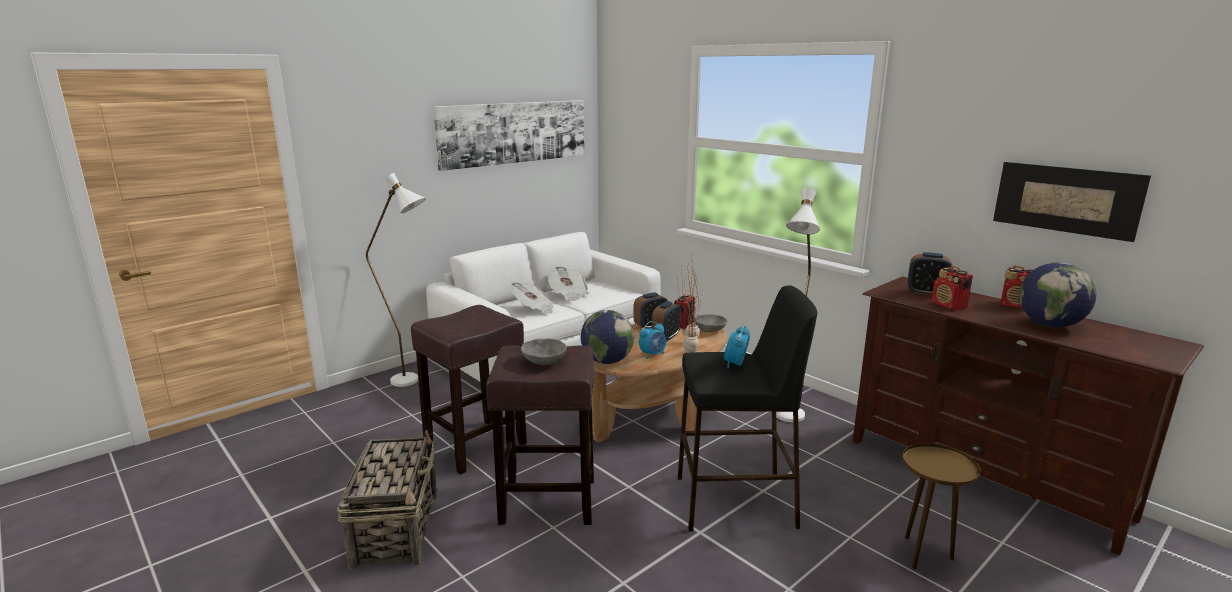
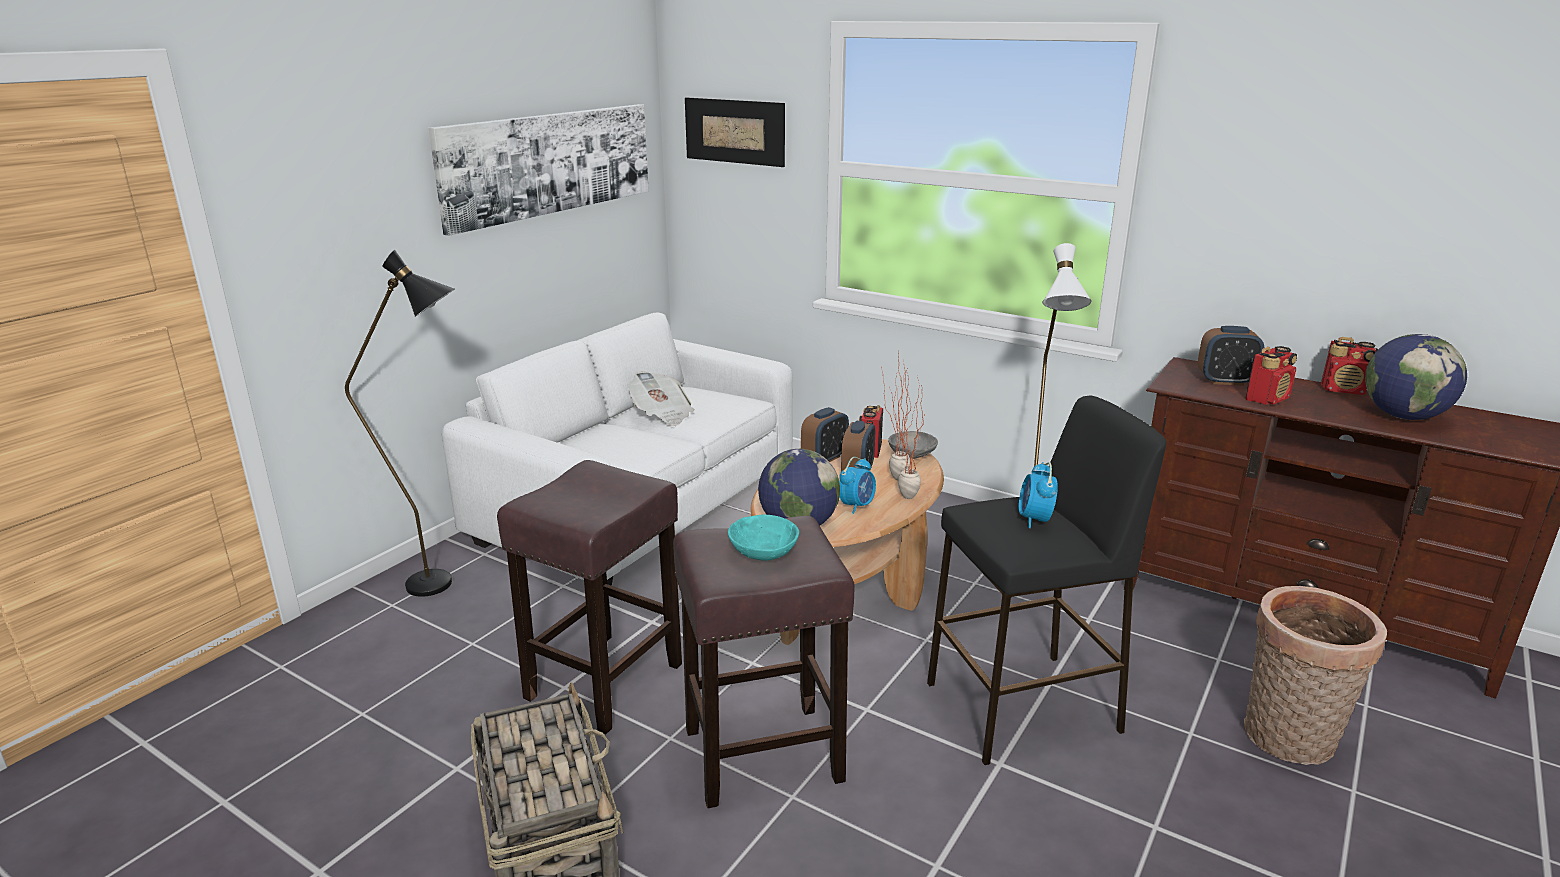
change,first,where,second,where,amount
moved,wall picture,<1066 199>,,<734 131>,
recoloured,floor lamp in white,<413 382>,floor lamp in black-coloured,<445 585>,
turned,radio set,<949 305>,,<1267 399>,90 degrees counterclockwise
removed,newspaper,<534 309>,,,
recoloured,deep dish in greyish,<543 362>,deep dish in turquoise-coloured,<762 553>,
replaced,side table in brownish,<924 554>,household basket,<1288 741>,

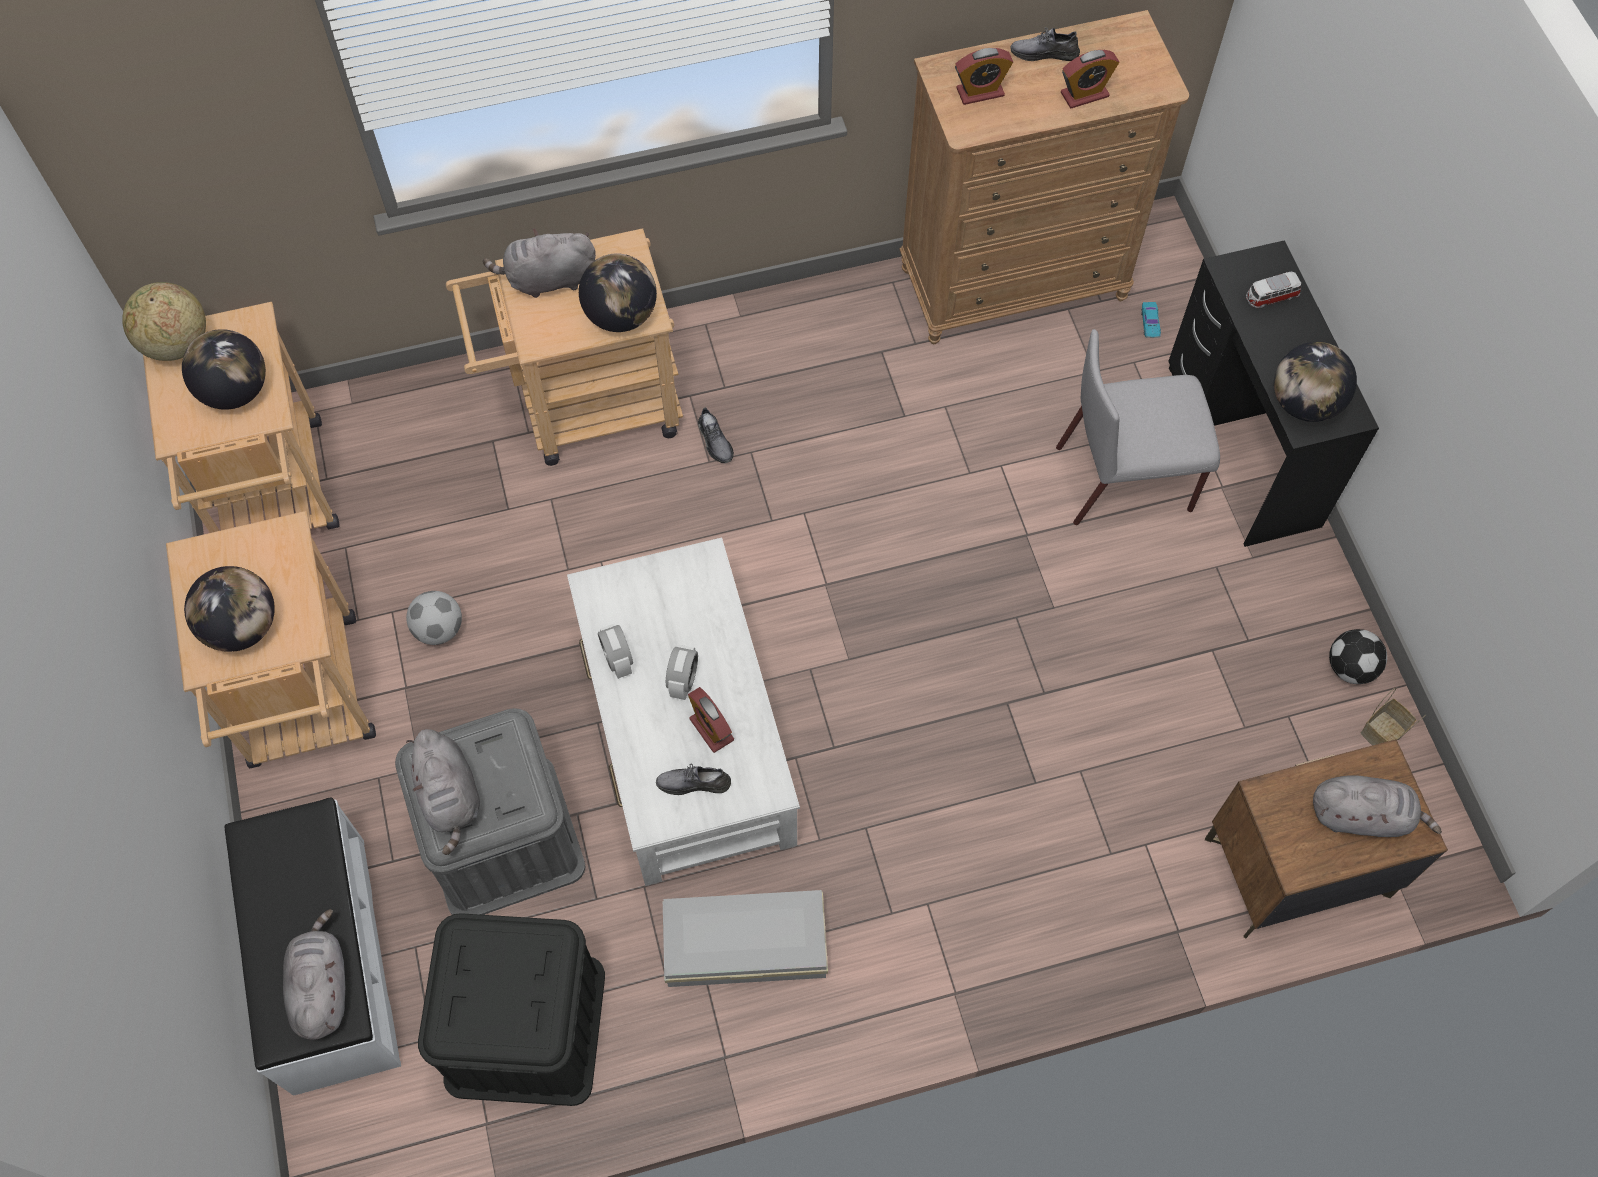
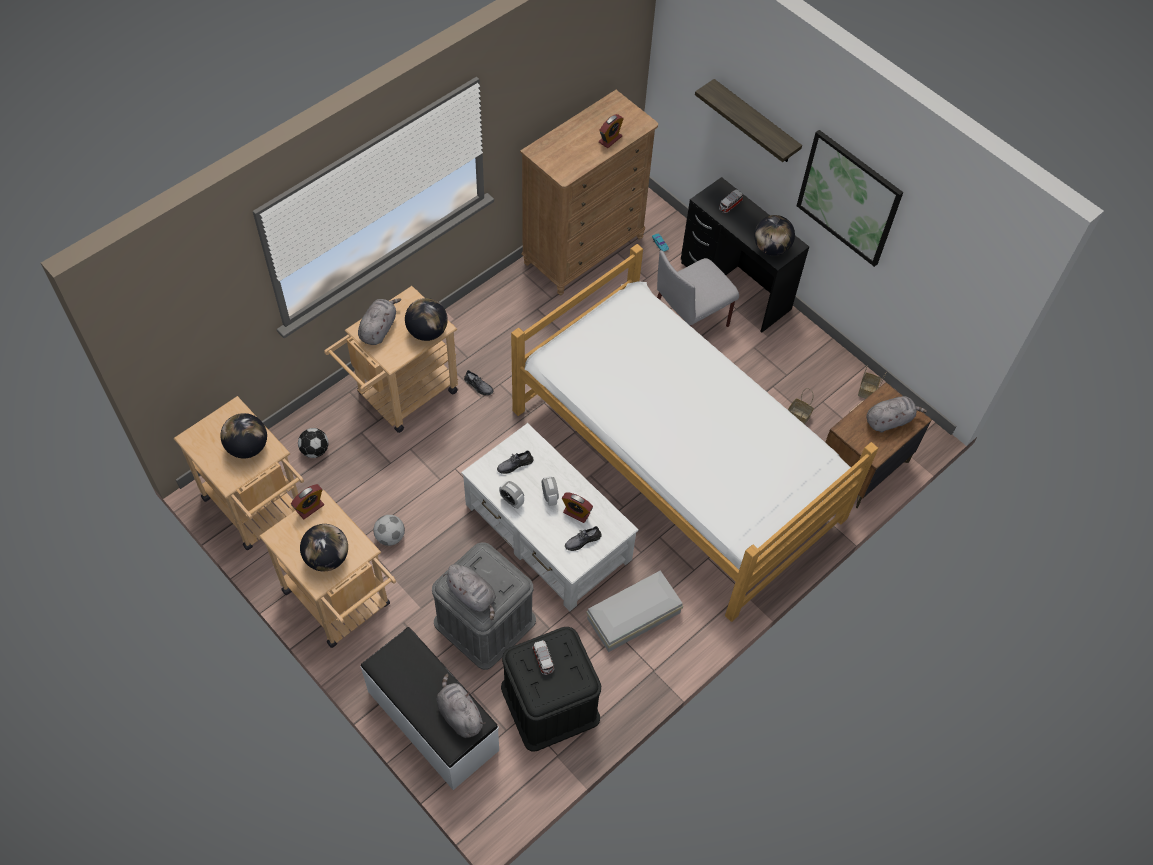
change,first,where,second,where,amount
moved,shoe in greyish,<1044 53>,,<514 464>,
moved,table clock,<980 92>,,<310 507>,
turned,plush toy in greyish,<548 280>,,<379 329>,150 degrees clockwise
removed,globe,<176 344>,,,
moved,football,<1349 668>,,<315 451>,
added,,,shelf,<755 123>,
added,,,wall picture,<849 198>,
added,,,bed,<676 465>,
added,,,household basket,<797 416>,
added,,,toy car,<543 660>,

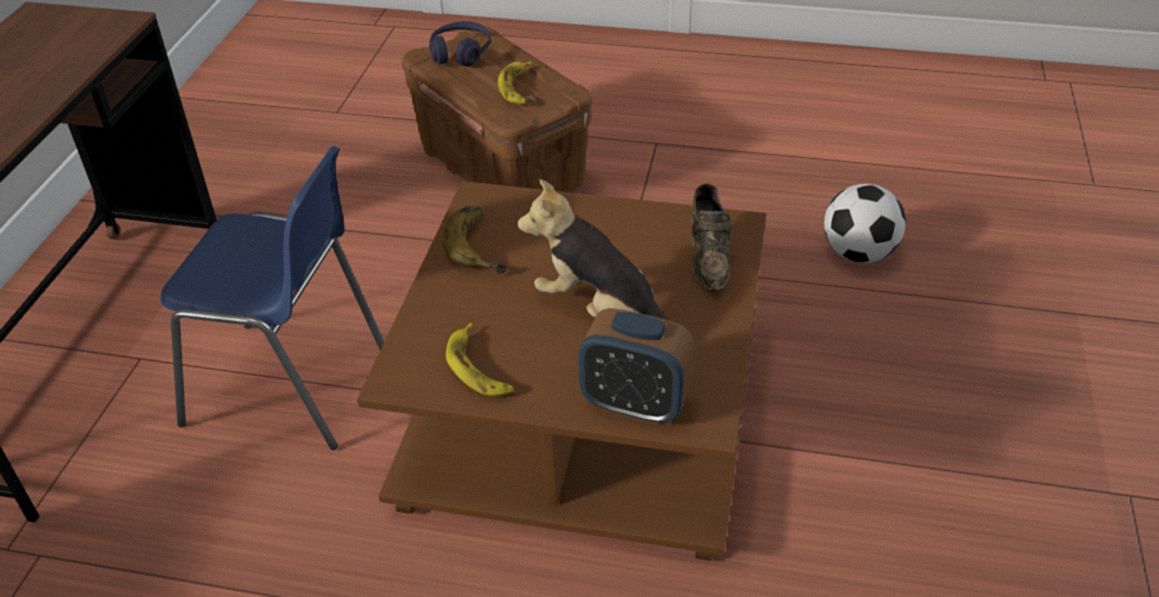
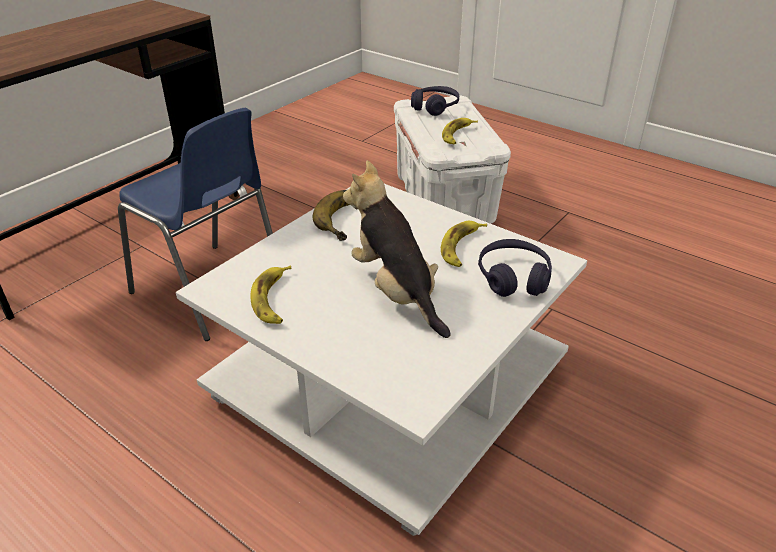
change,first,where,second,where,amount
recoloured,storage box in brownish,<503 169>,storage box in white,<445 200>,
recoloured,low table in brownish,<587 416>,low table in white,<392 382>,
replaced,shoe in brownish,<708 257>,headset in purple-coloured,<513 278>,
removed,football,<858 253>,,,
removed,table clock,<635 404>,,,
added,,,banana,<461 247>,

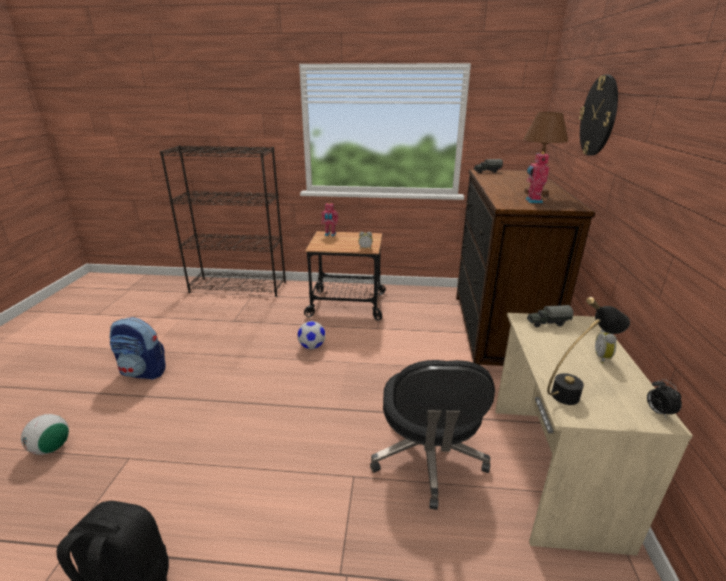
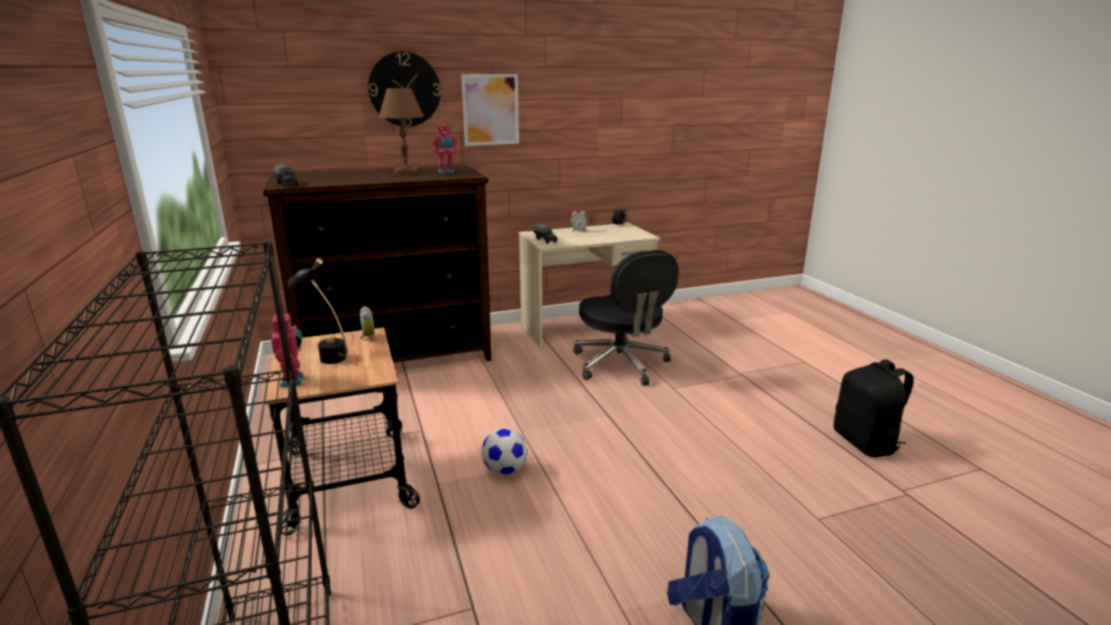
change,first,where,second,where,amount
moved,table lamp in black-coloured,<574 392>,,<326 355>,
turned,office chair in black-coloured,<427 458>,,<621 364>,90 degrees clockwise
removed,football,<51 448>,,,
added,,,wall picture,<490 110>,

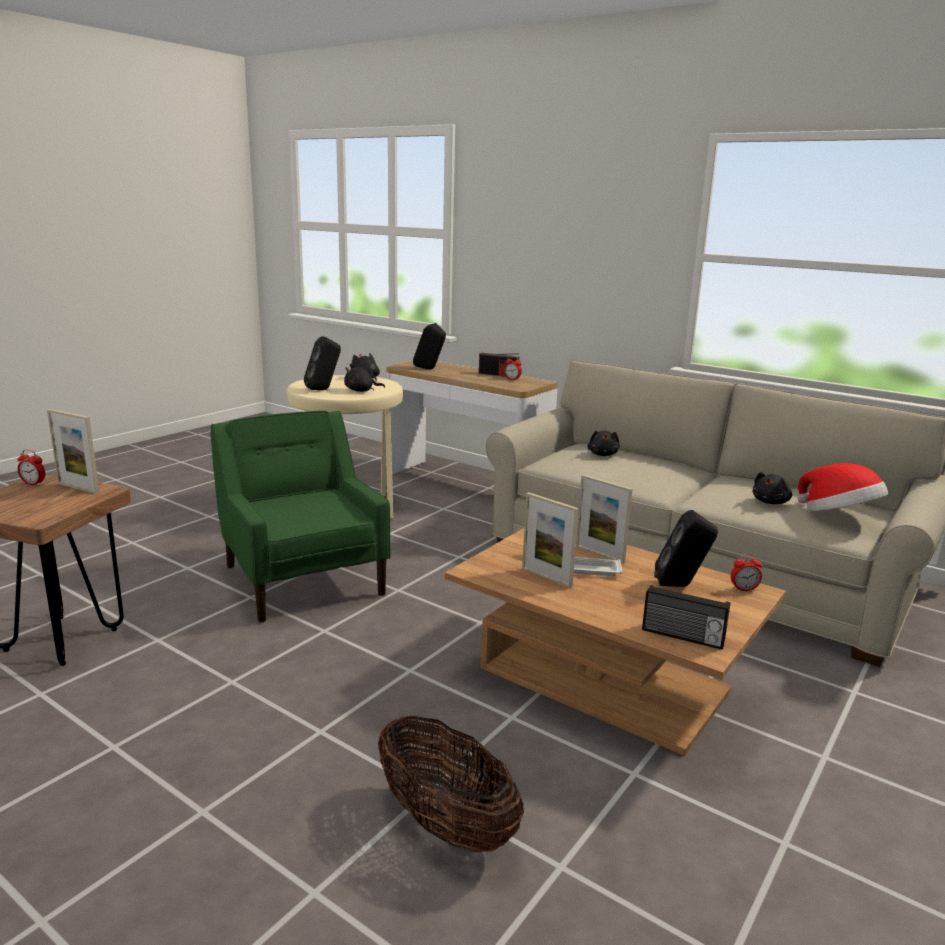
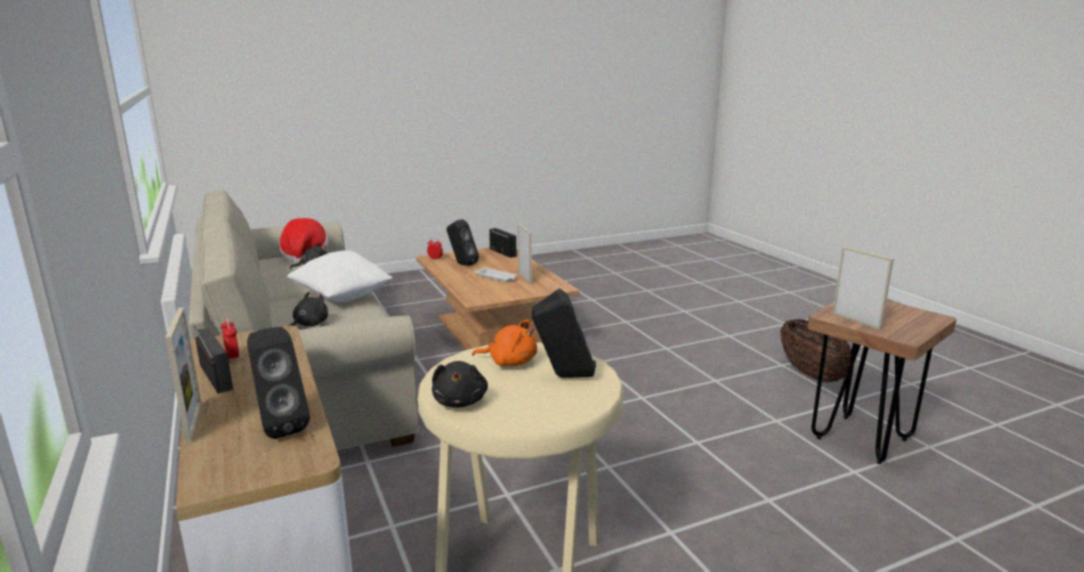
change,first,where,second,where,amount
recoloured,plush toy in black-coloured,<361 391>,plush toy in orangey,<510 362>,
removed,lounge chair in greenish,<303 579>,,,
removed,table clock,<33 484>,,,
moved,photo frame,<599 554>,,<194 422>,
moved,household basket,<445 824>,,<811 374>,
added,,,throw pillow in white,<342 296>,

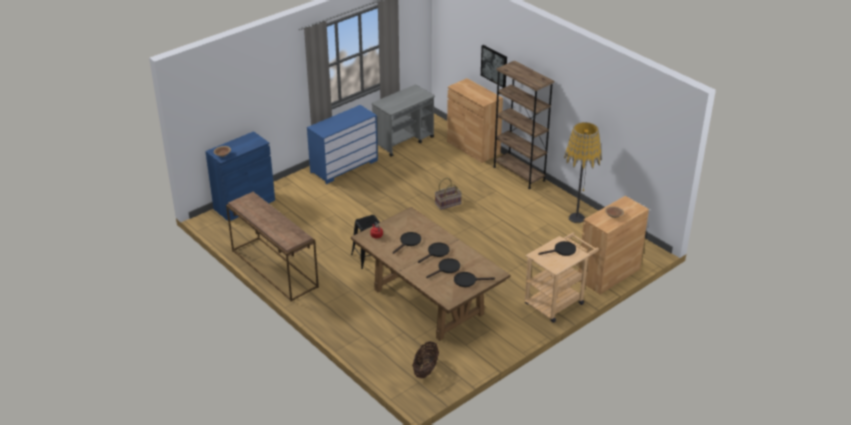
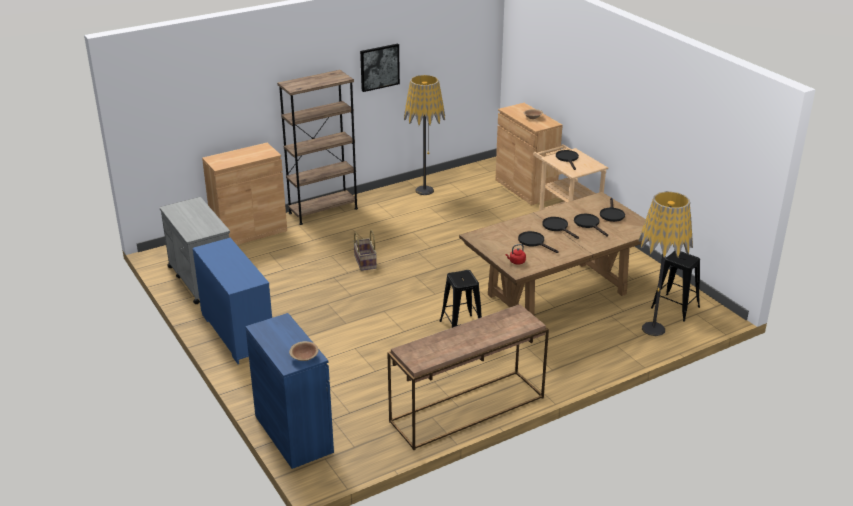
change,first,where,second,where,amount
moved,wall picture,<494 65>,,<379 67>,
replaced,household basket,<425 370>,stool seat in black-coloured,<675 307>,
added,,,floor lamp,<653 329>,

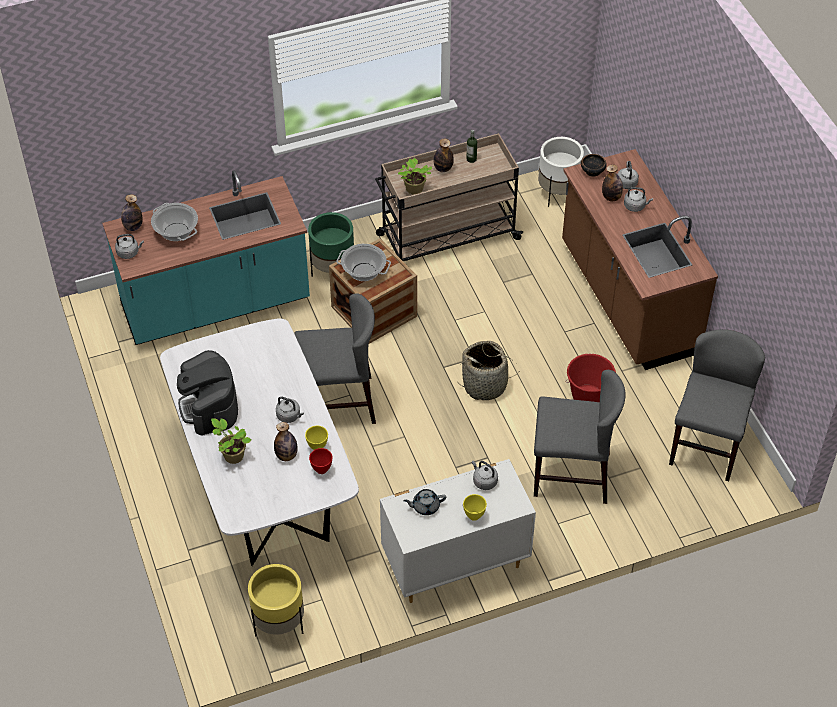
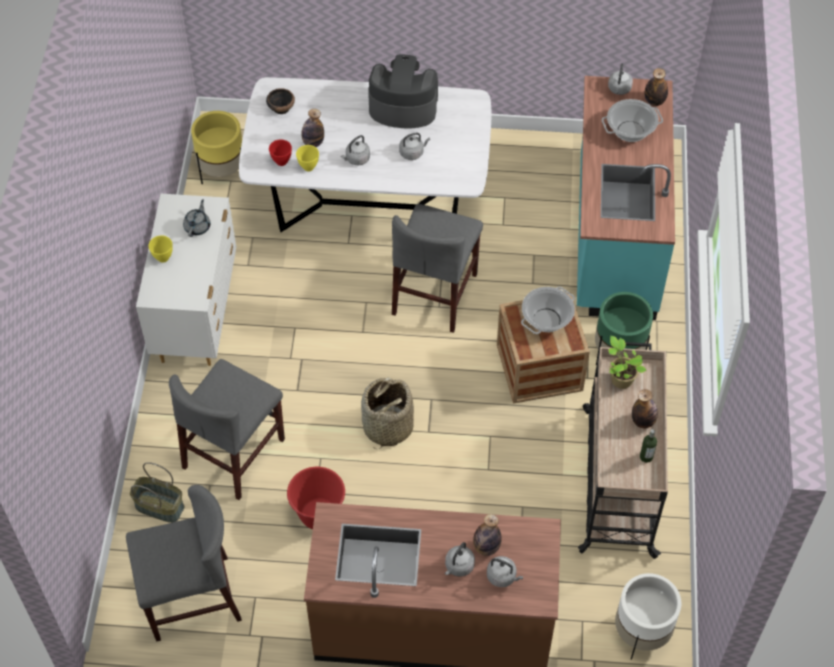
change,first,where,second,where,amount
moved,deep dish,<592 171>,,<281 107>,
turned,chair in greyish,<707 445>,,<192 598>,60 degrees counterclockwise
removed,plant in a pot,<232 455>,,,
moved,kettle in greyish,<484 481>,,<412 153>,
added,,,household basket,<160 506>,

